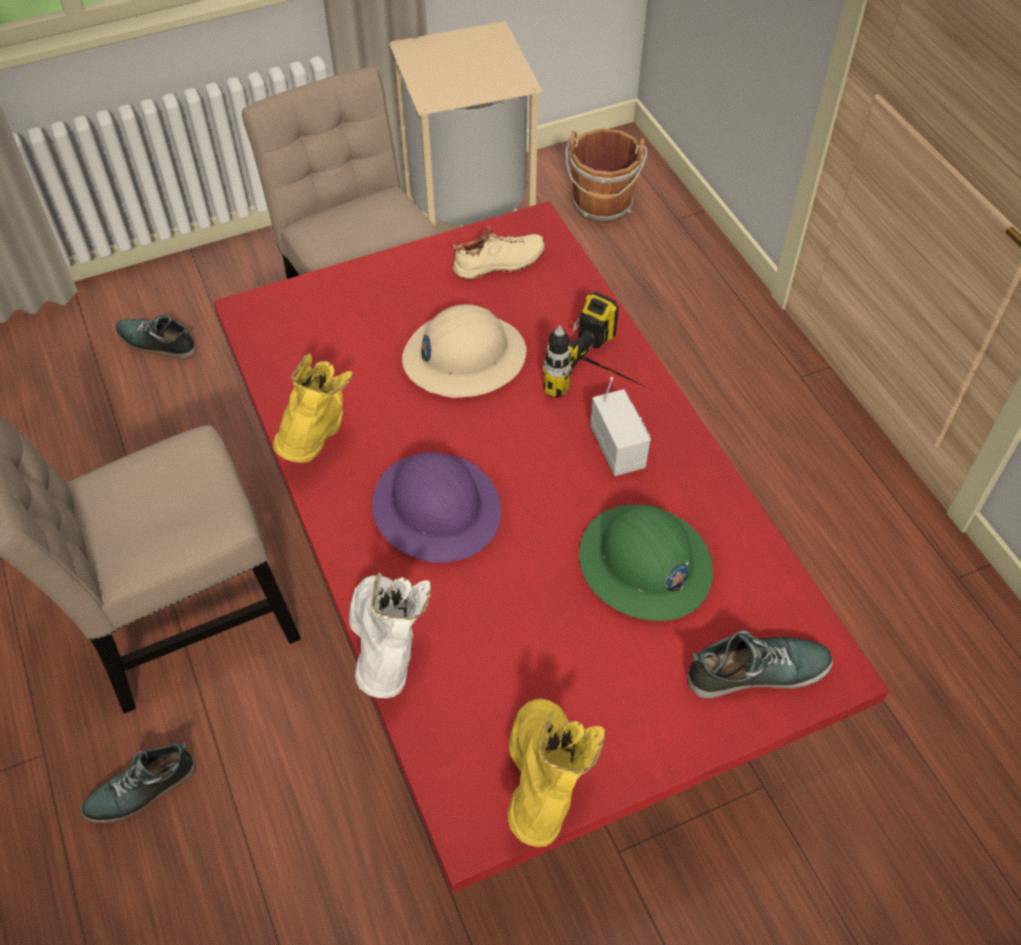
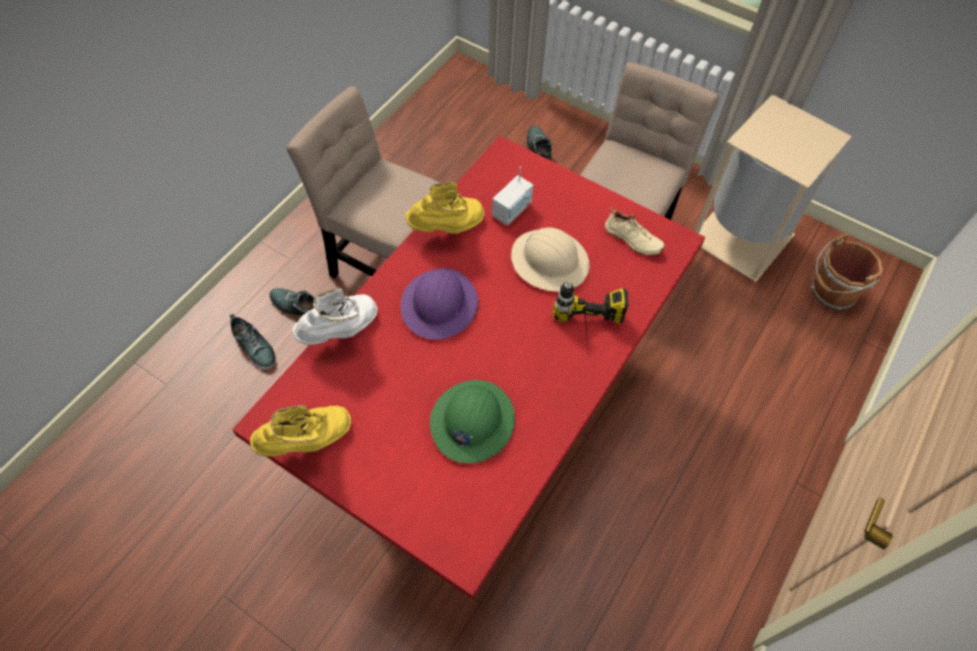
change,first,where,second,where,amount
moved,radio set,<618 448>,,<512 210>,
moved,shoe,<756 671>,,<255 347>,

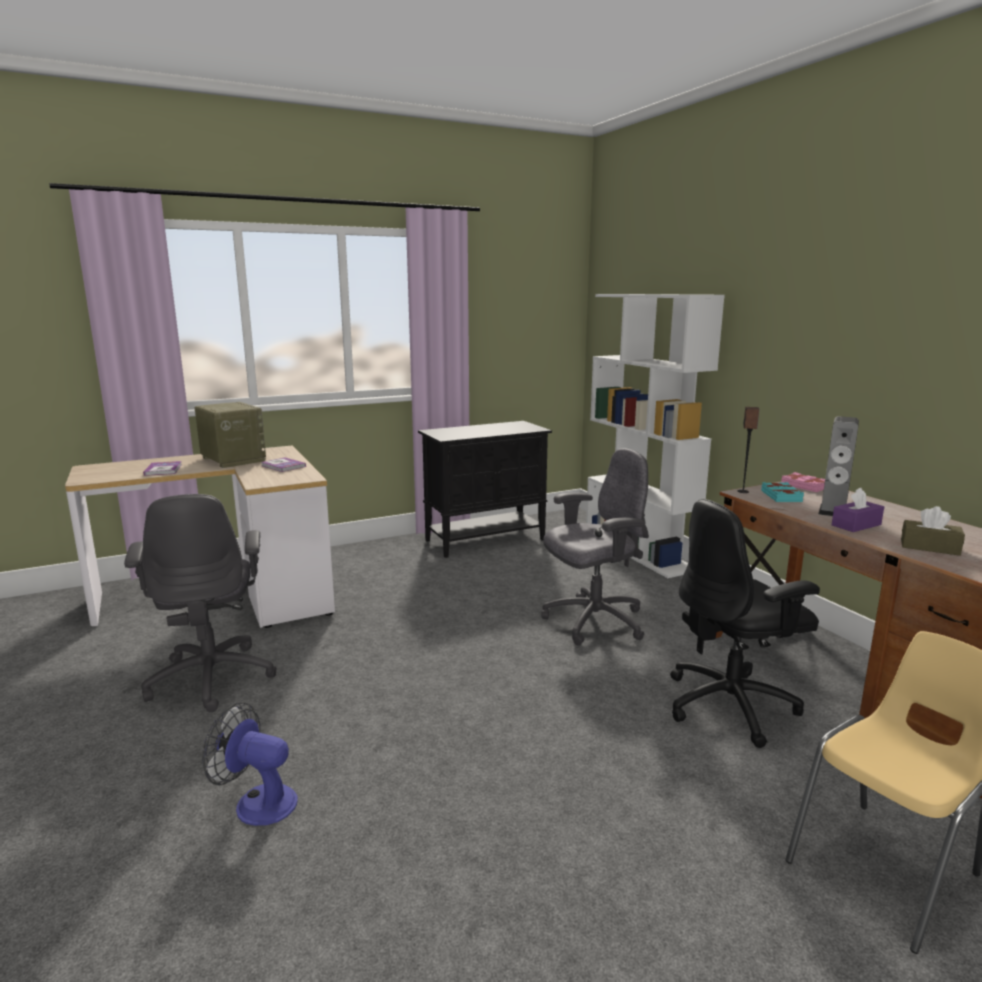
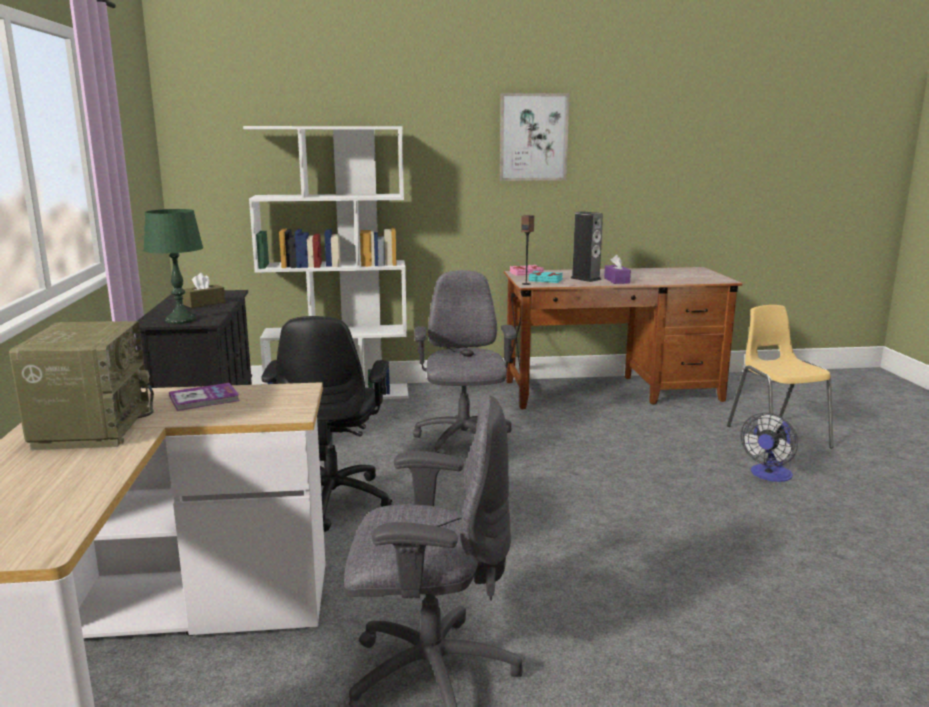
change,first,where,second,where,amount
turned,radio set,<232 459>,,<92 428>,105 degrees clockwise
removed,volume,<163 470>,,,
moved,office chair in black-coloured,<732 705>,,<333 500>,
moved,tissue holder in brownish,<929 547>,,<204 303>,
moved,fan,<257 802>,,<769 475>,
added,,,wall picture,<533 137>,
added,,,table lamp in greenish,<181 320>,

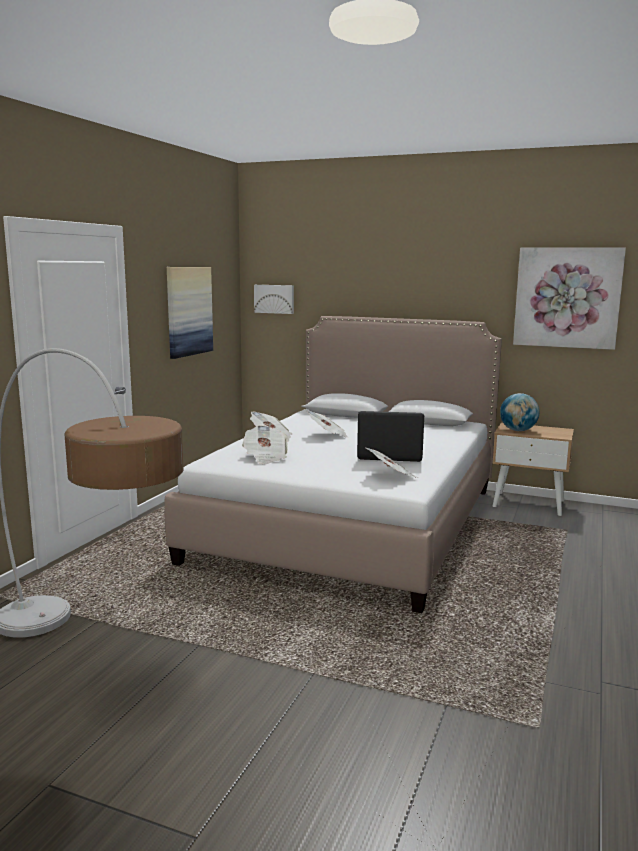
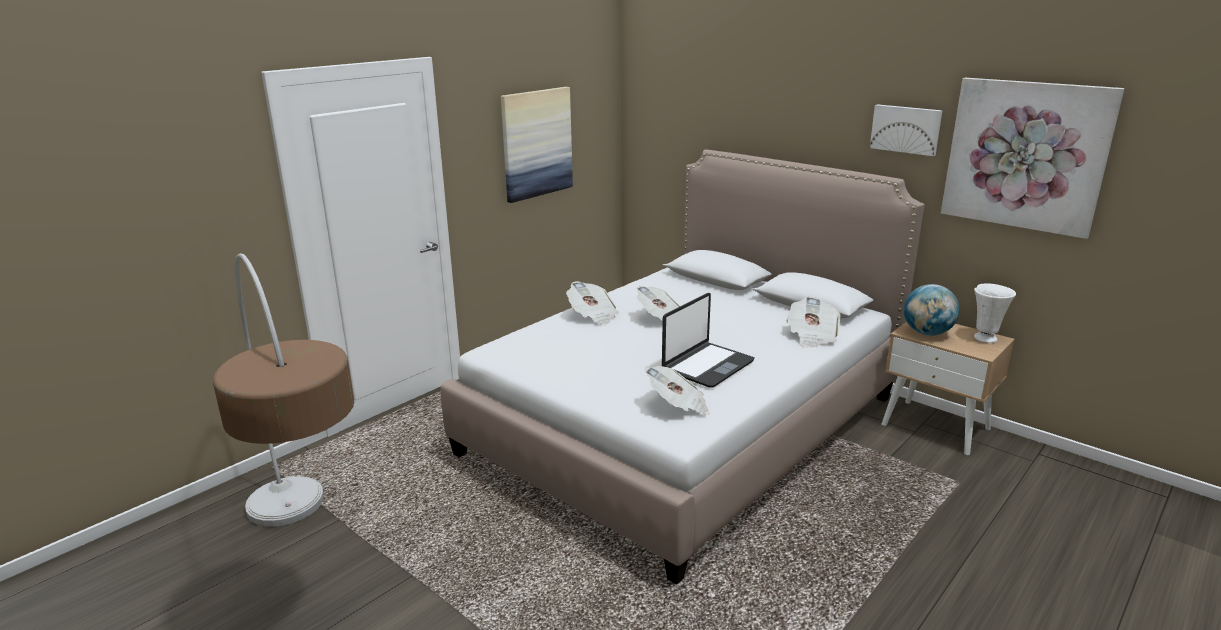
change,first,where,second,where,amount
moved,wall picture,<274 299>,,<906 129>,
turned,notebook computer,<389 455>,,<707 365>,105 degrees clockwise
moved,newspaper,<265 457>,,<812 336>,
added,,,decorative vase in white,<985 338>,

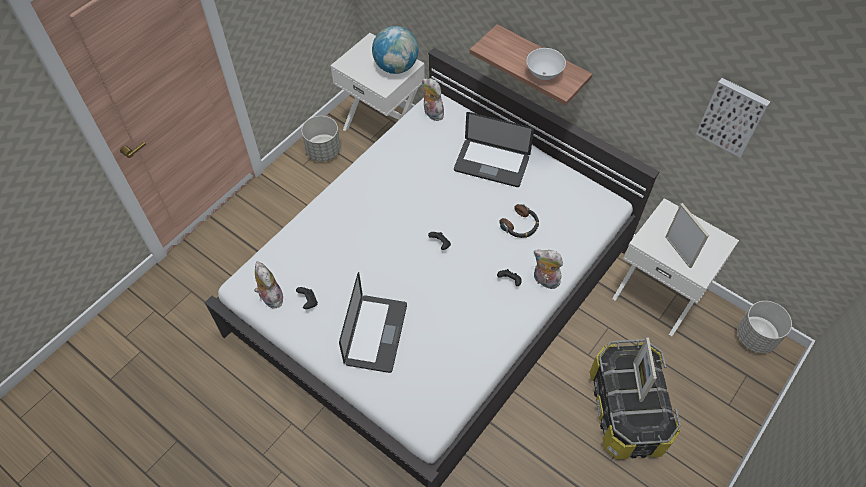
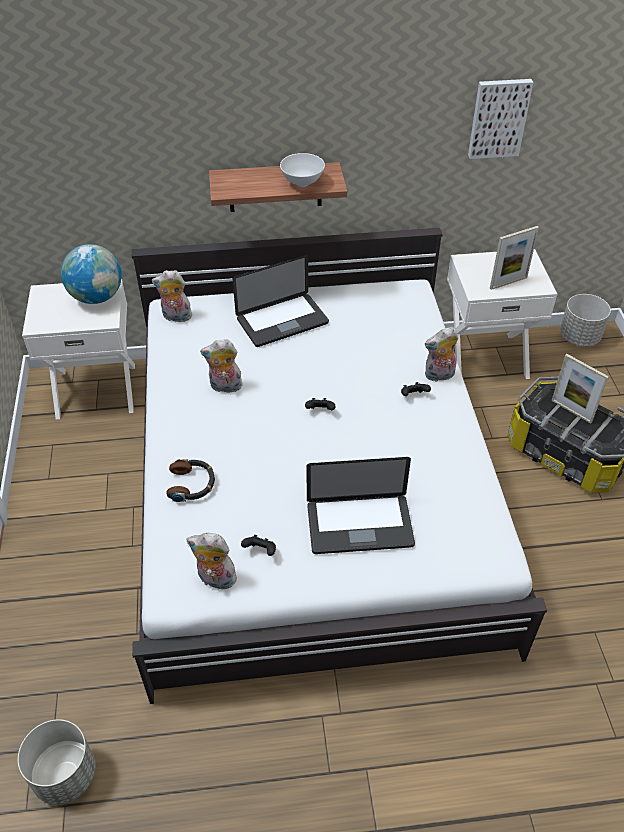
change,first,where,second,where,amount
moved,plant pot in greyish,<323 151>,,<64 775>,
turned,photo frame,<678 252>,,<508 283>,135 degrees clockwise
moved,headset,<520 225>,,<192 484>,
turned,notebook computer,<376 334>,,<359 525>,120 degrees clockwise
added,,,plush toy,<225 387>,

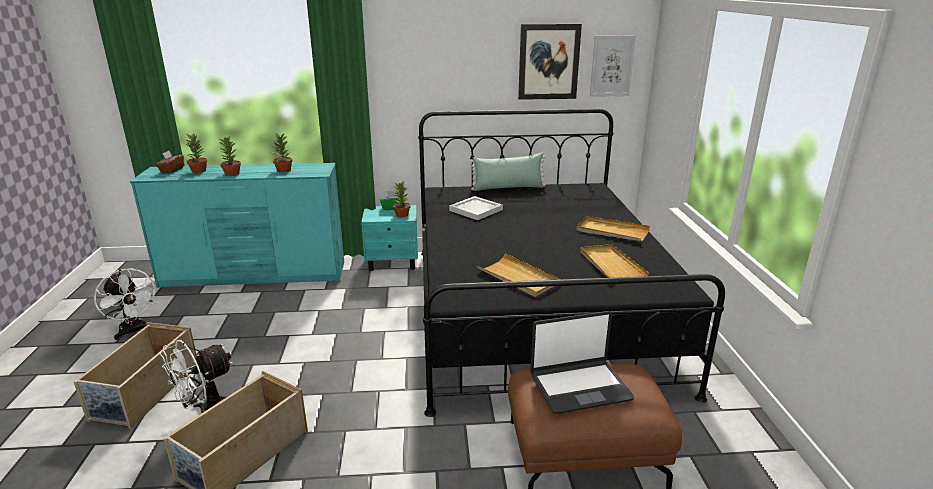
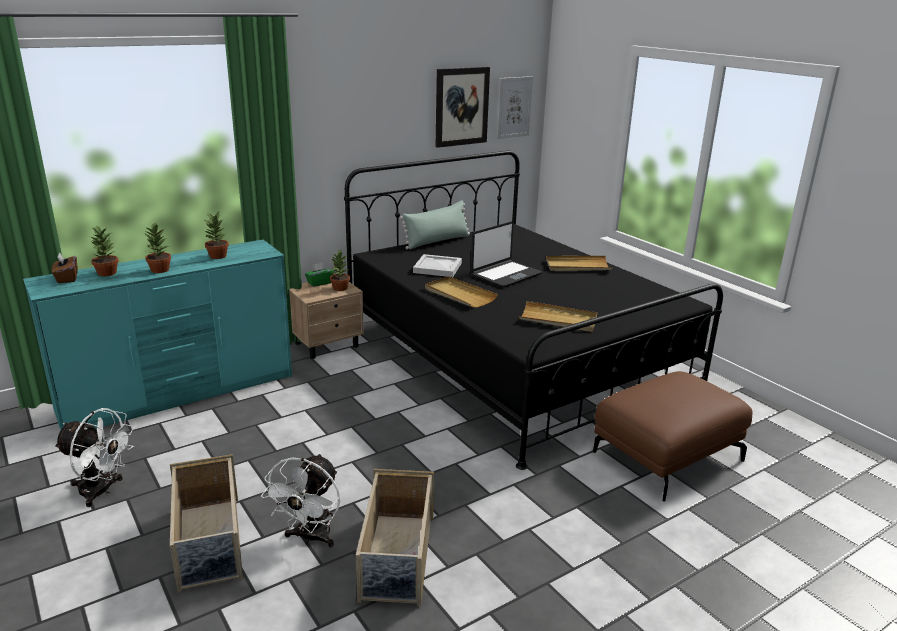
change,first,where,second,where,amount
recoloured,night table in turquoise-coloured,<393 262>,night table in sand-coloured,<327 345>,
moved,carrying tray in sand-coloured,<611 265>,,<459 294>,
moved,notebook computer,<579 387>,,<505 274>,

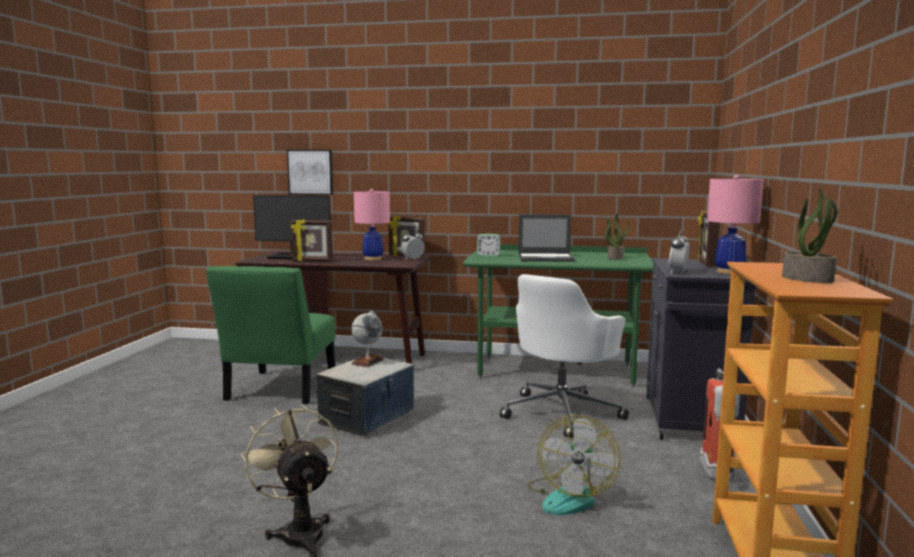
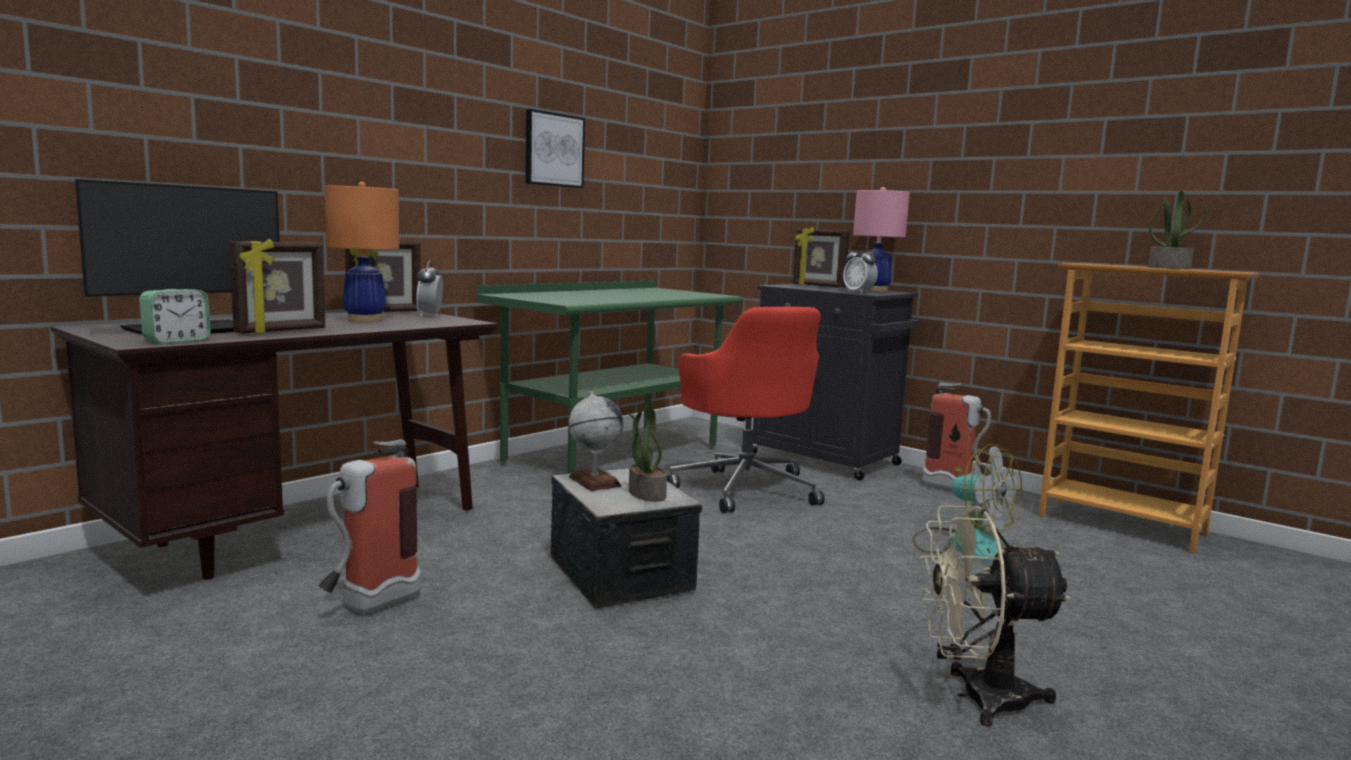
change,first,where,second,where,amount
moved,wall picture,<310 172>,,<553 150>,
recoloured,table lamp in pinkish,<373 259>,table lamp in orangey,<365 319>,
moved,plant in a pot,<615 258>,,<646 494>,
removed,notebook computer,<546 258>,,,
moved,table clock,<488 255>,,<177 340>,
replaced,chair in greenish,<279 390>,fire extinguisher,<369 606>,
recoloured,office chair in white,<562 412>,office chair in red,<745 488>,

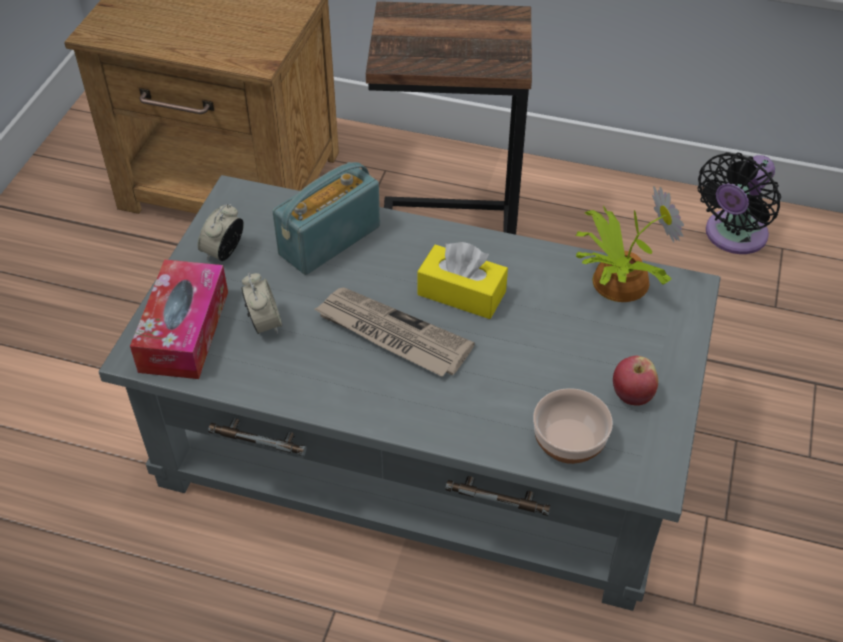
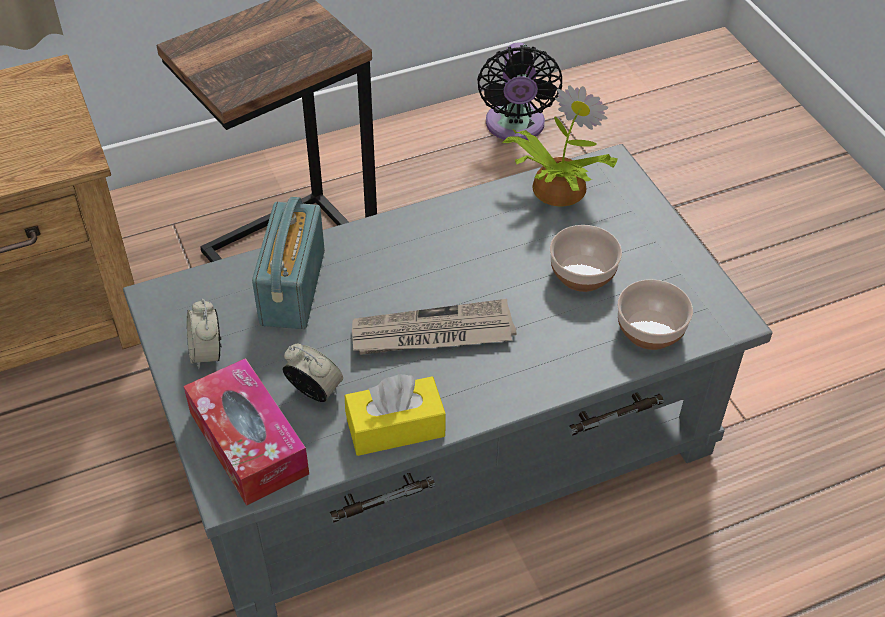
change,first,where,second,where,amount
moved,tissue holder in yellow,<461 293>,,<395 427>,
removed,apple fruit,<632 395>,,,
added,,,deep dish,<583 273>,

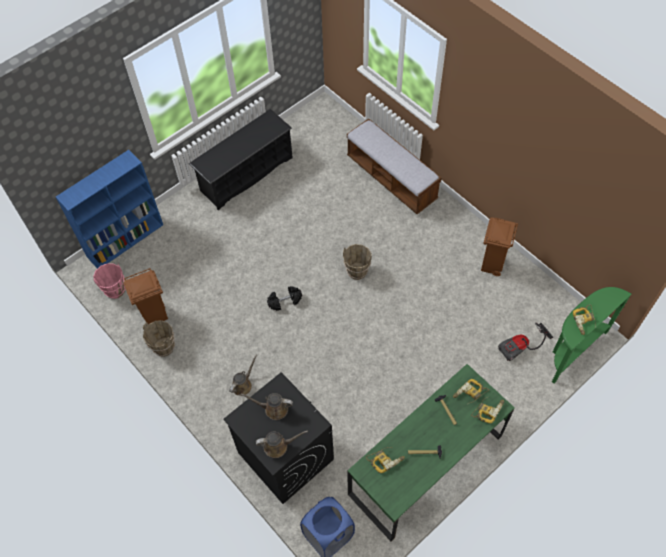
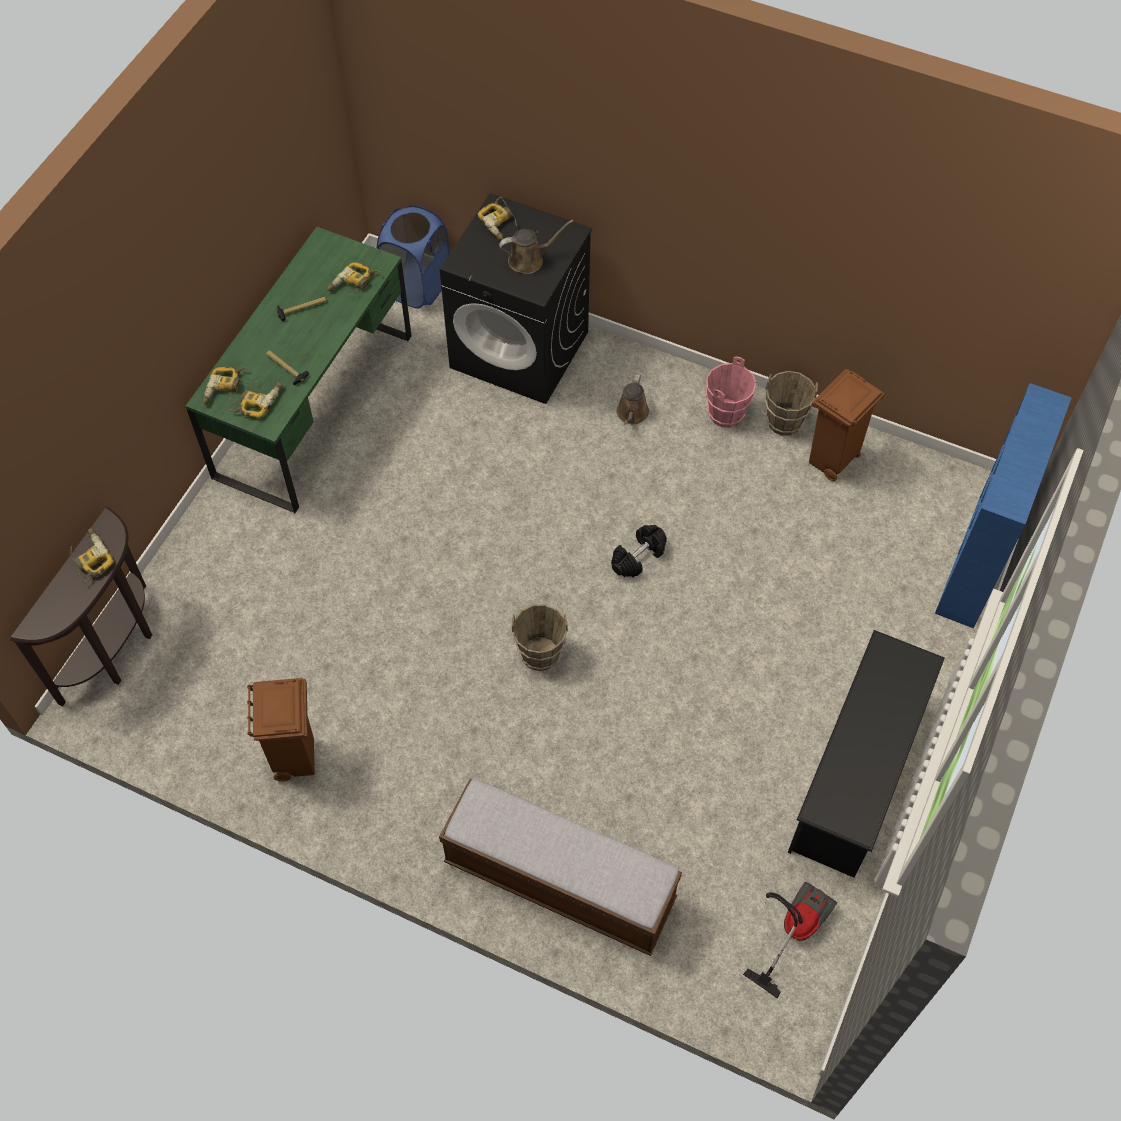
change,first,where,second,where,amount
moved,pail in pinkish,<115 290>,,<726 414>,
recoloured,console table in greenish,<572 350>,console table in brownish,<117 650>,
moved,hoover,<521 347>,,<792 929>,
replaced,watering pot in brownish,<278 446>,power drill,<499 223>,

